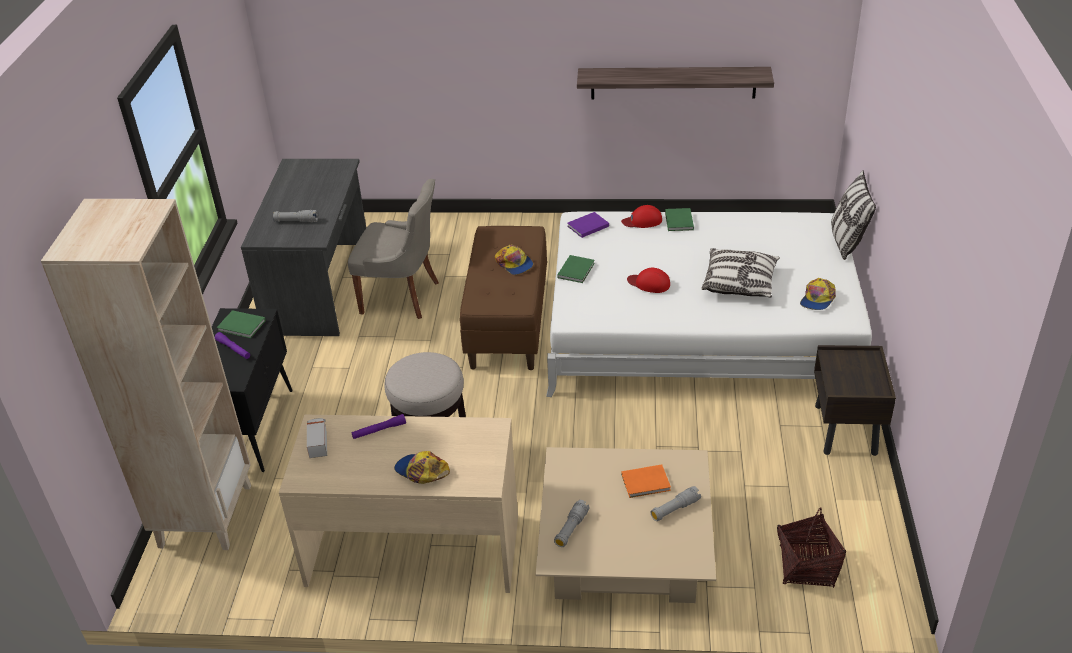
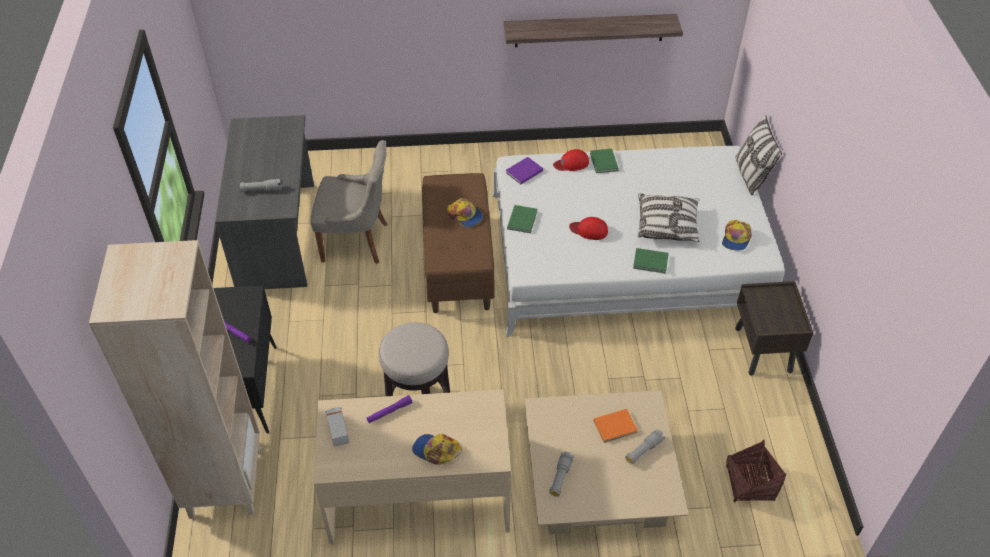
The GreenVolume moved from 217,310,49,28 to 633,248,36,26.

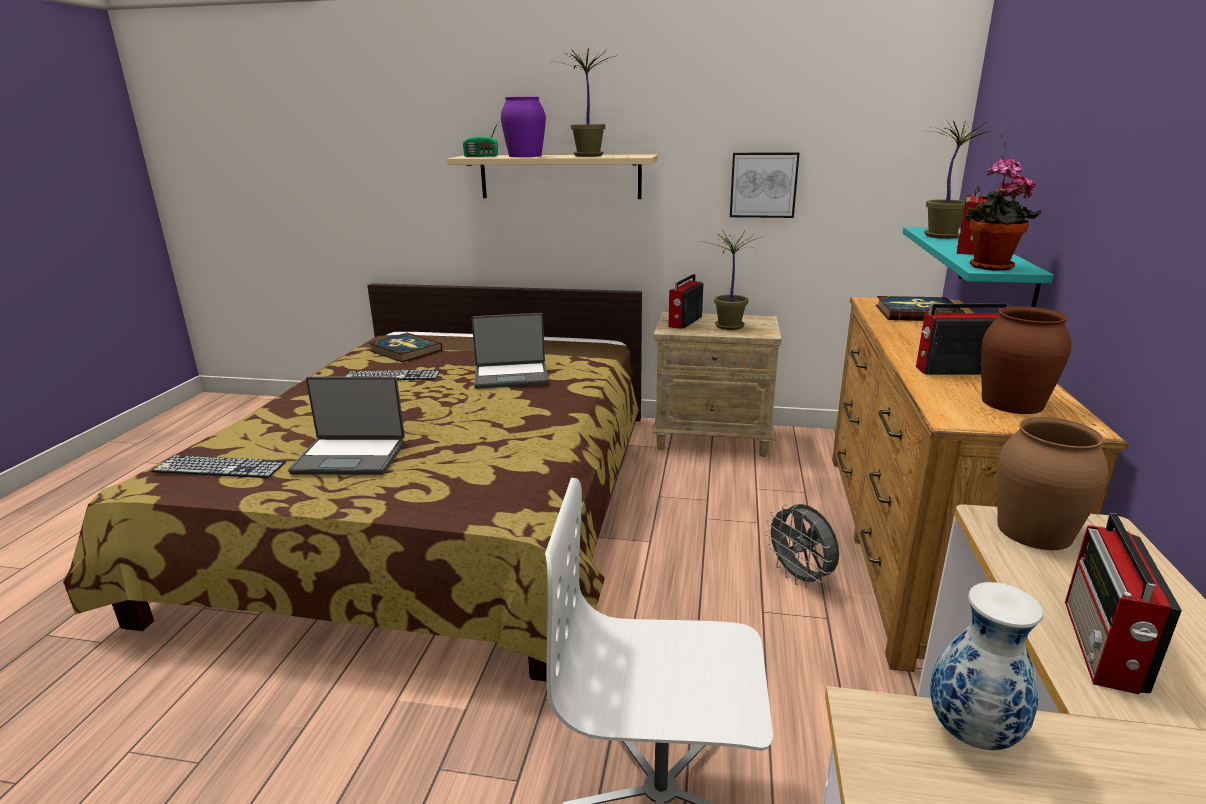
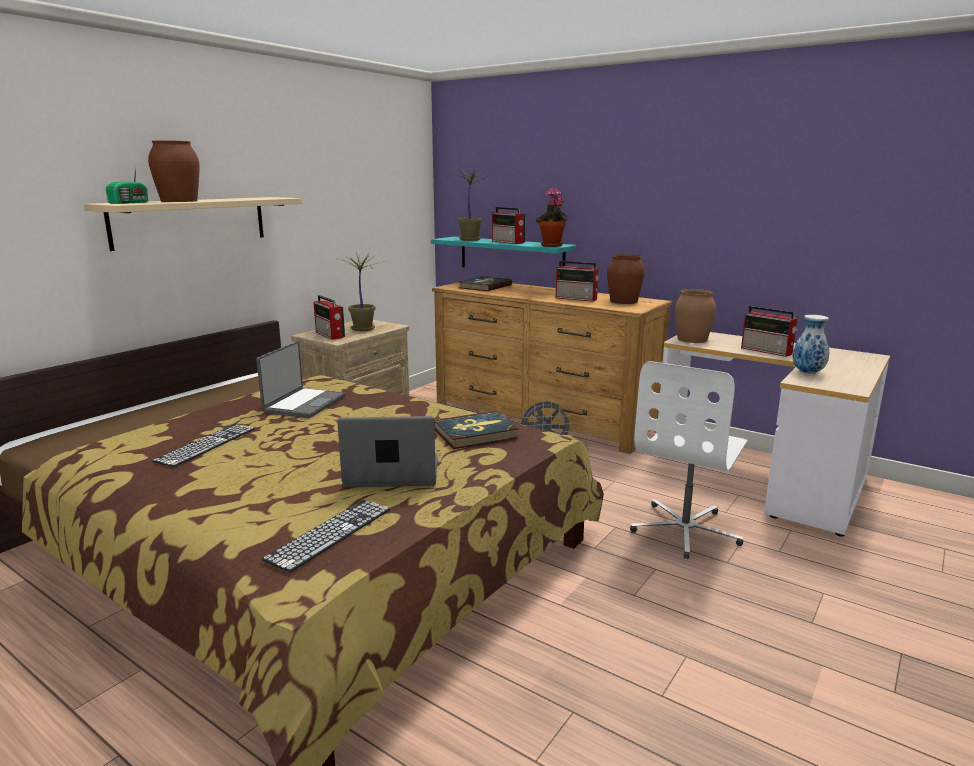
The PlantInAPot at 560,48,57,109 disappeared.
The Picture at 730,152,70,66 disappeared.
The Volume moved from 368,333,75,30 to 434,411,85,38.
The PurplishVase at 501,97,45,60 became the BrownVase at 148,140,52,62.
The NotebookComputer at 288,376,117,99 turned 120 degrees counterclockwise.
The RadioSet at 916,303,93,72 turned 90 degrees counterclockwise.

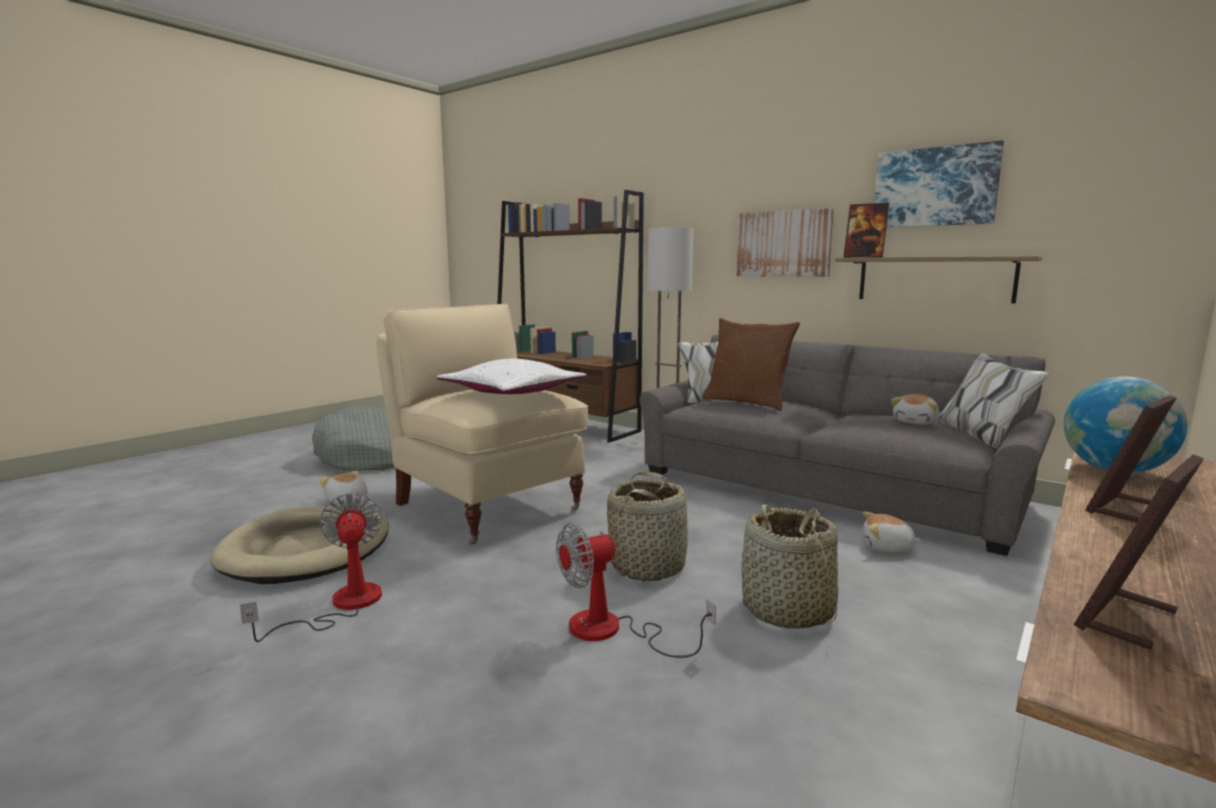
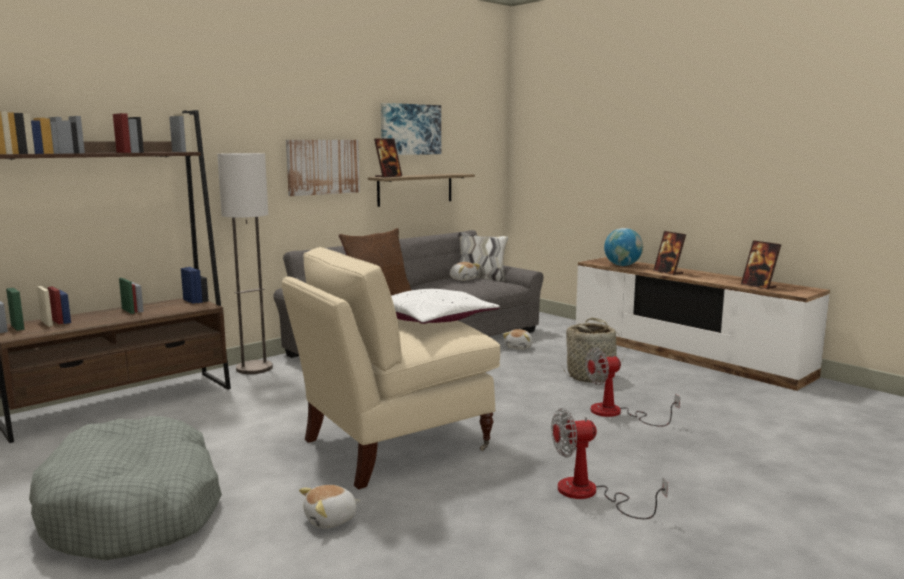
The BeigeDogBed at 210,507,179,77 disappeared.
The Basket at 607,471,82,110 disappeared.
The Fan at 556,523,160,135 turned 90 degrees clockwise.

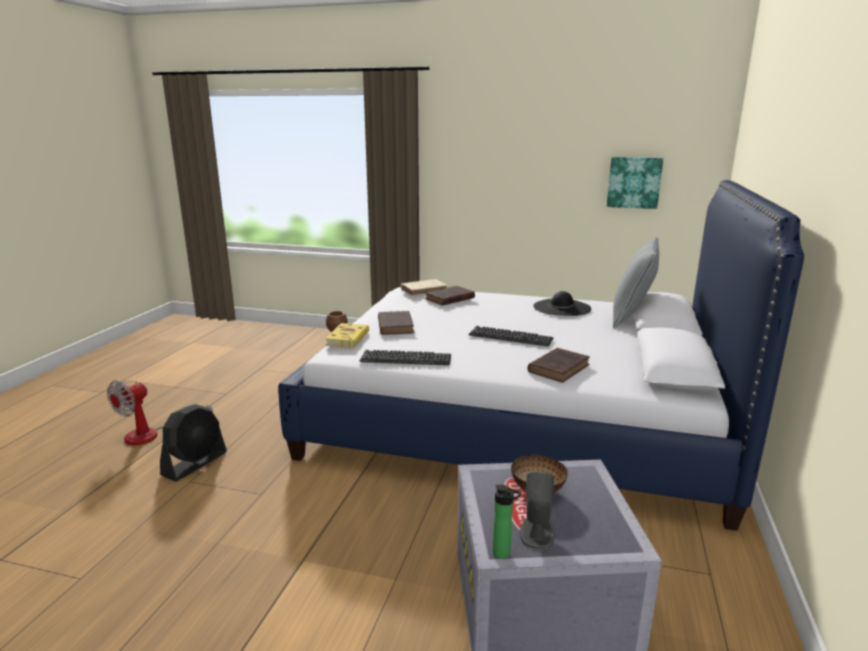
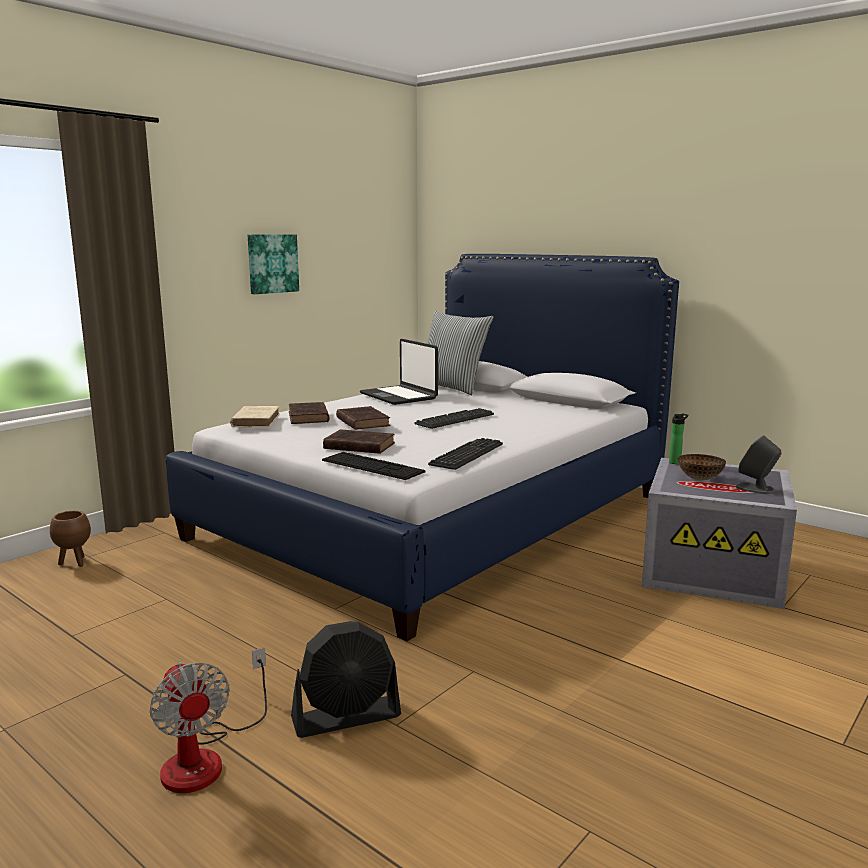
The Bottle moved from 493,485,29,74 to 669,413,19,51.
The BrownVolume moved from 528,348,62,35 to 336,406,54,24.
The Picture moved from 607,157,56,52 to 248,234,51,60.
The YellowVolume at 325,323,44,25 was replaced by the Keyboard at 322,452,103,28.
The BlackColouredWearableHat at 533,291,58,25 was replaced by the NotebookComputer at 360,339,78,66.
The BlackColouredFan at 160,404,67,78 turned 105 degrees clockwise.

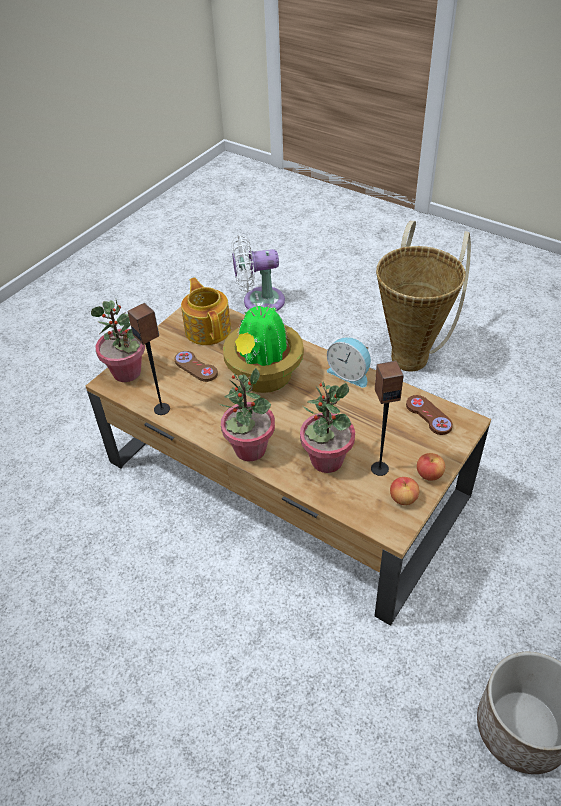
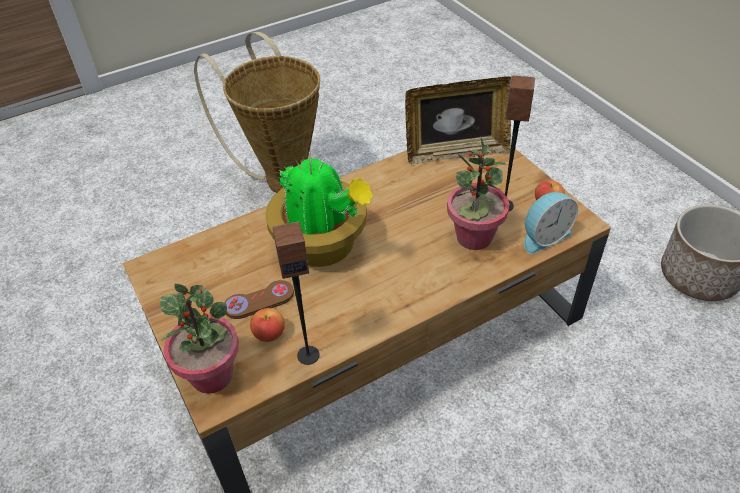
The PotForTea at 181,277,50,68 disappeared.
The PlantInAPot at 219,368,56,93 disappeared.
The WhitishFan at 231,234,54,77 disappeared.
The AlarmClock moved from 327,337,44,51 to 524,192,54,62.
The Apple moved from 417,453,28,28 to 250,308,35,34.
The BrownGamepad at 406,395,47,40 was replaced by the PictureFrame at 405,76,106,88.

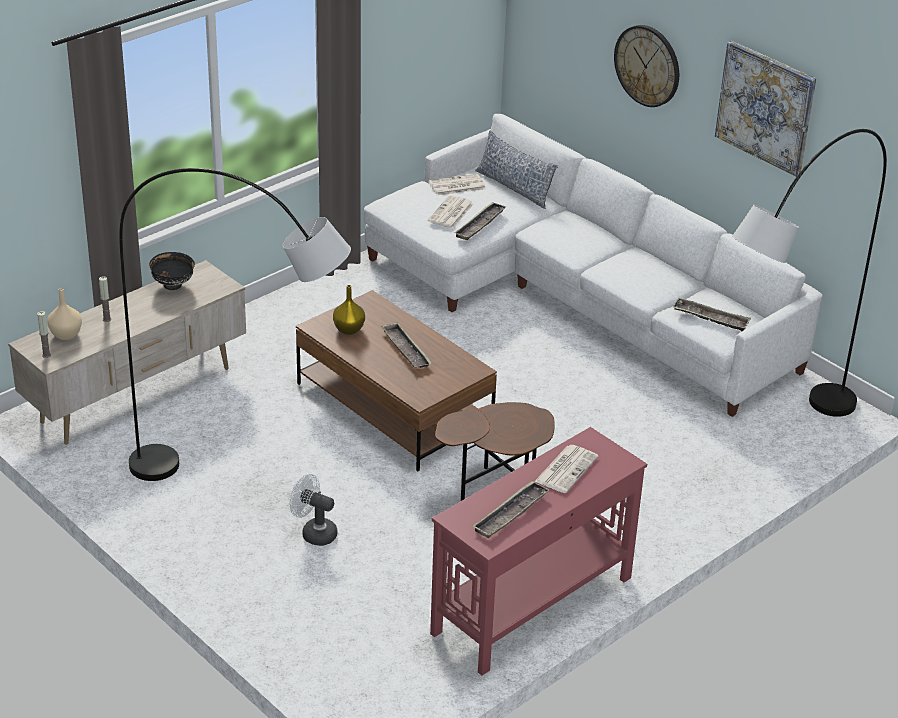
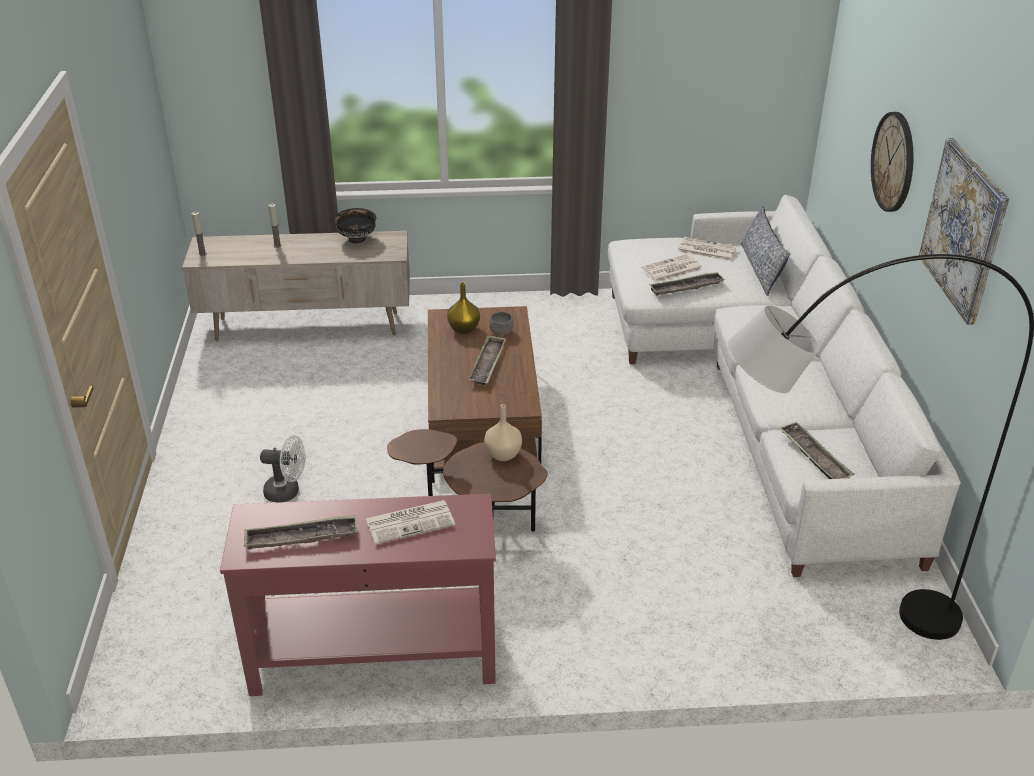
The GreyStandardLamp at 119,168,232,313 disappeared.
The GreyServingBowl at 489,312,25,23 appeared.
The BeigeVase moved from 47,288,35,52 to 484,404,38,57.
The WhitishFan at 290,474,47,72 turned 120 degrees clockwise.

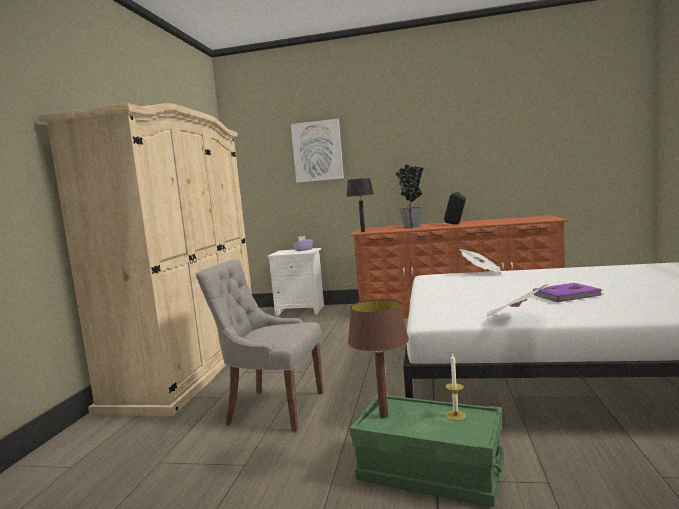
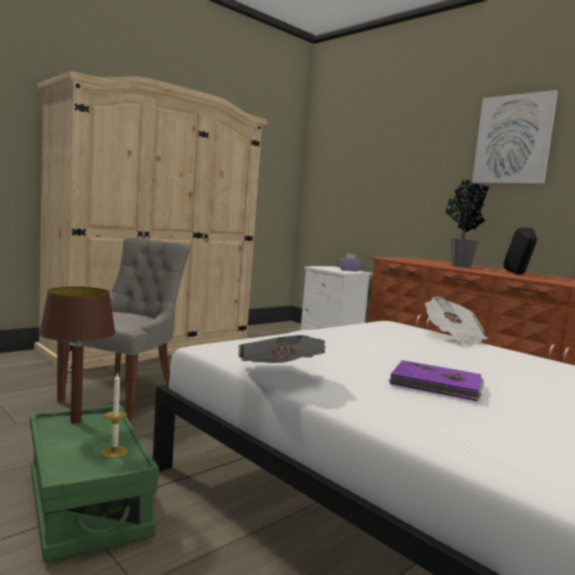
The BlackColouredTableLamp at 346,178,28,54 disappeared.
The Picture moved from 291,119,53,64 to 472,90,86,94.
The GreyChair at 196,259,127,173 turned 60 degrees clockwise.

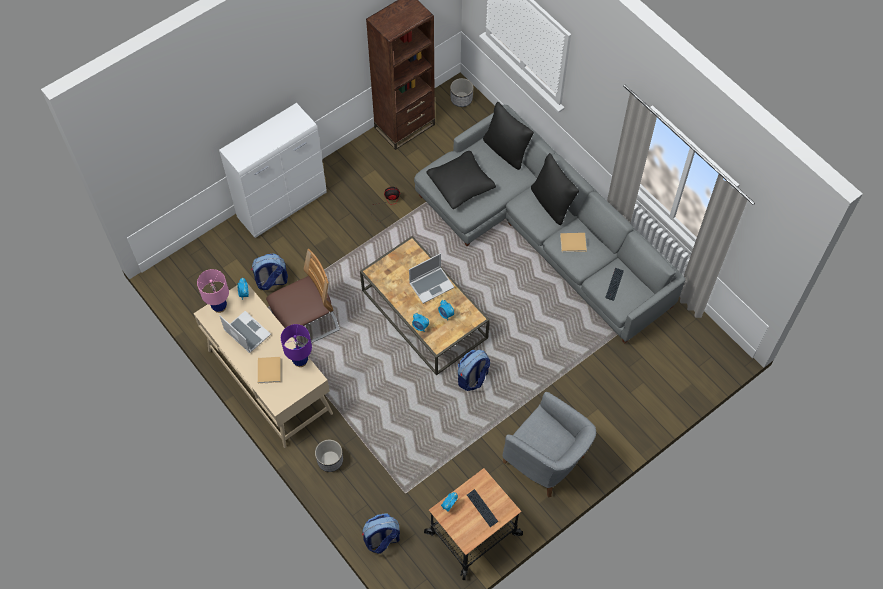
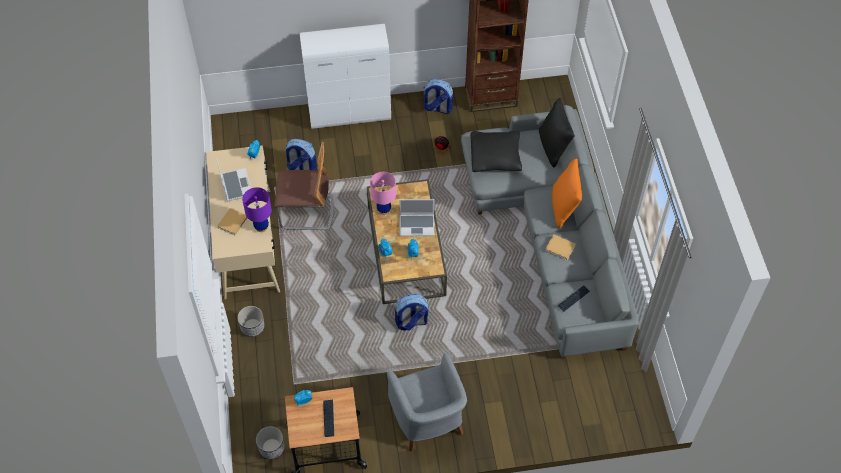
The PinkColouredTableLamp moved from 197,269,32,44 to 370,172,26,43.
The Knapsack moved from 362,513,38,40 to 423,79,30,35.
The Planter moved from 450,78,23,29 to 256,426,29,33.
The BlackColouredPillow at 531,153,48,72 became the OrangeColouredPillow at 552,158,30,70.

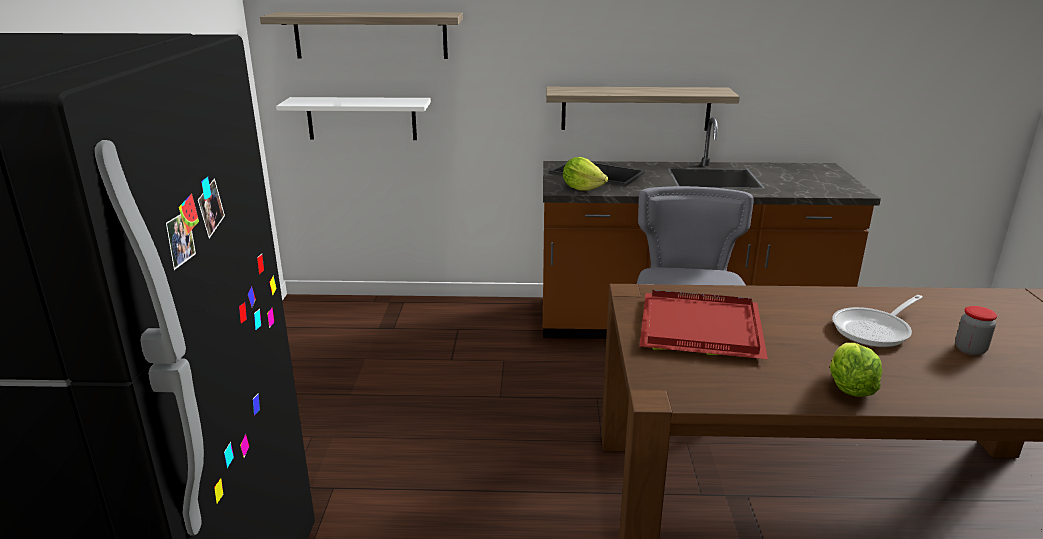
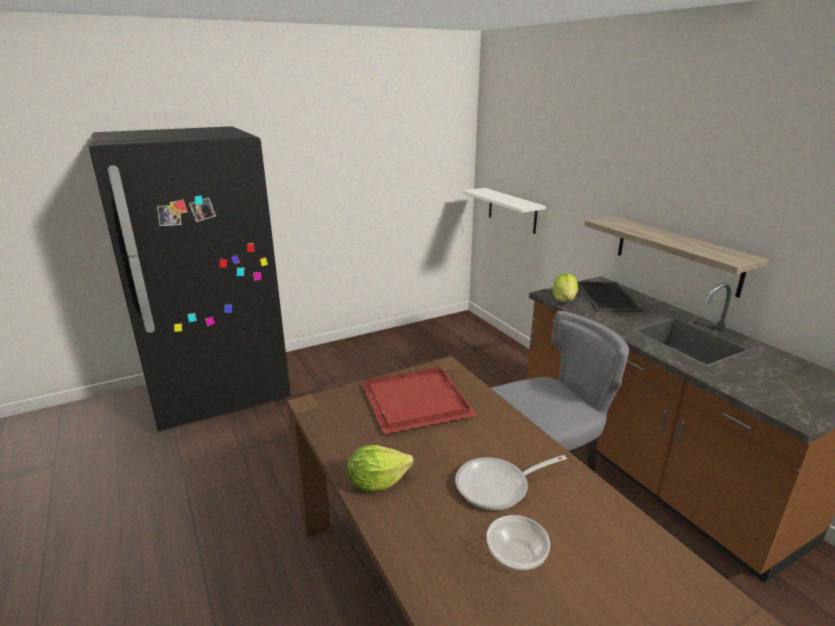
The Shelf at 260,12,203,47 disappeared.
The StorageJar at 955,306,42,49 was replaced by the ServingBowl at 487,515,63,56.
The Skillet at 832,295,91,52 turned 45 degrees counterclockwise.

